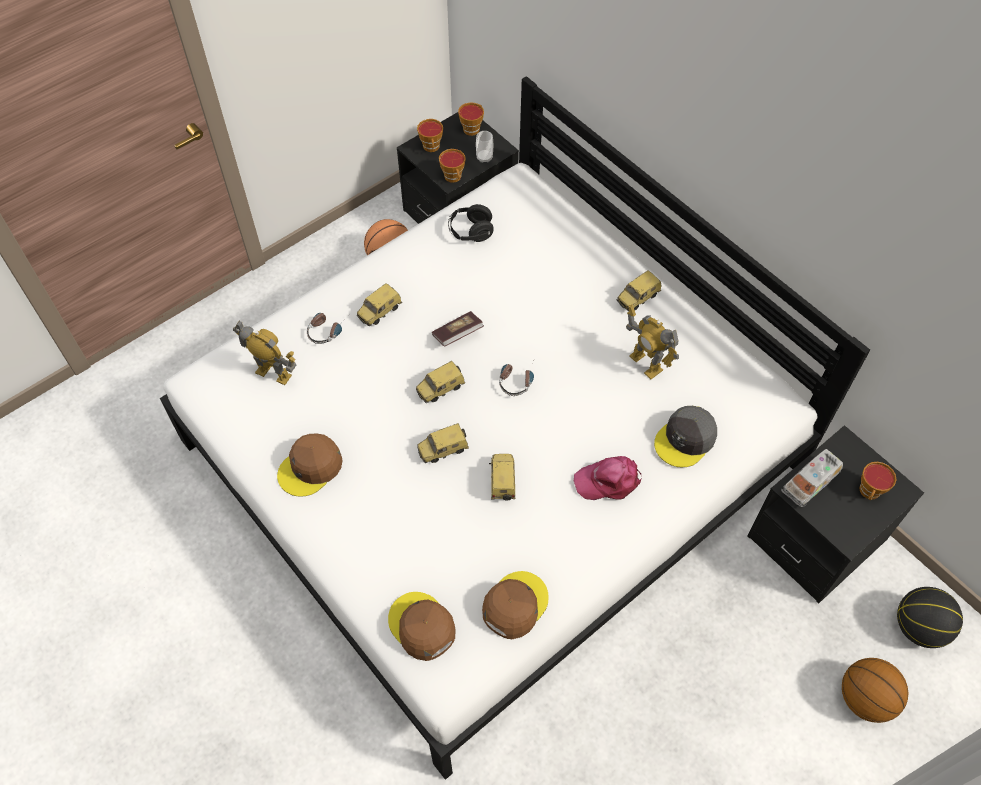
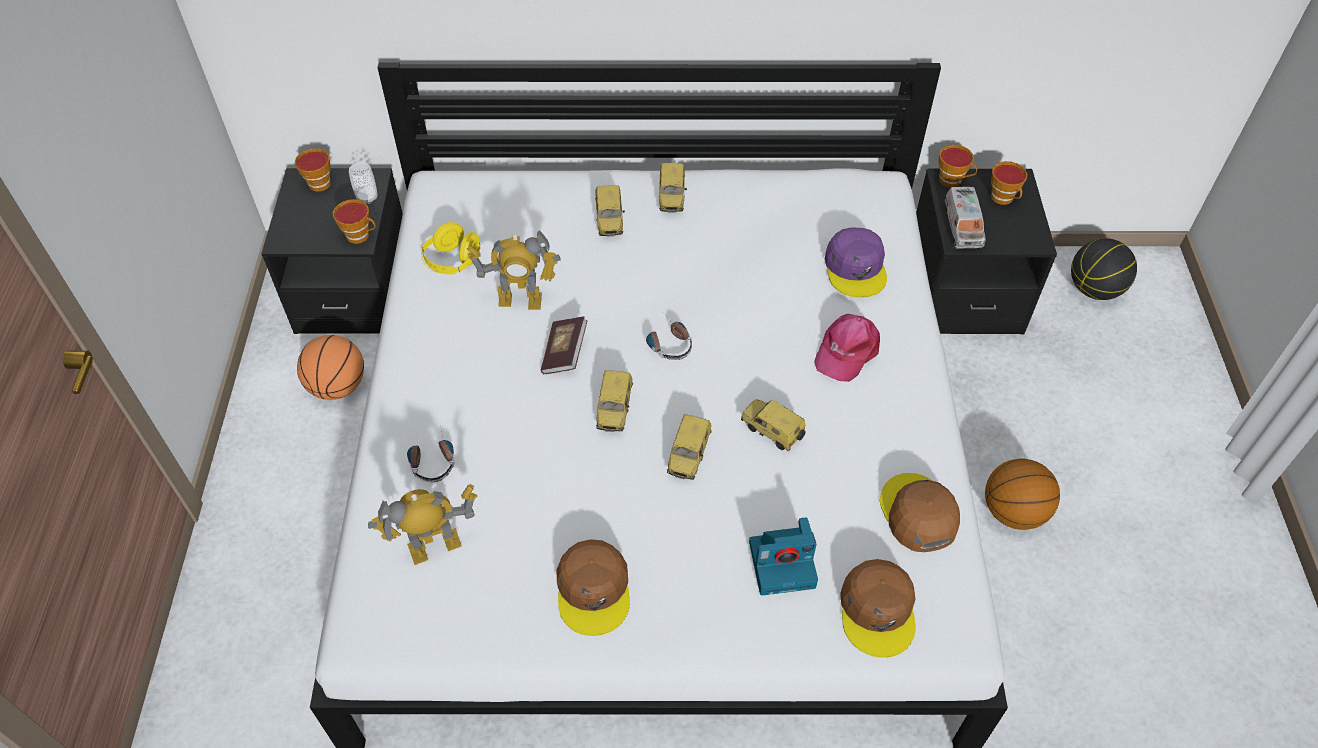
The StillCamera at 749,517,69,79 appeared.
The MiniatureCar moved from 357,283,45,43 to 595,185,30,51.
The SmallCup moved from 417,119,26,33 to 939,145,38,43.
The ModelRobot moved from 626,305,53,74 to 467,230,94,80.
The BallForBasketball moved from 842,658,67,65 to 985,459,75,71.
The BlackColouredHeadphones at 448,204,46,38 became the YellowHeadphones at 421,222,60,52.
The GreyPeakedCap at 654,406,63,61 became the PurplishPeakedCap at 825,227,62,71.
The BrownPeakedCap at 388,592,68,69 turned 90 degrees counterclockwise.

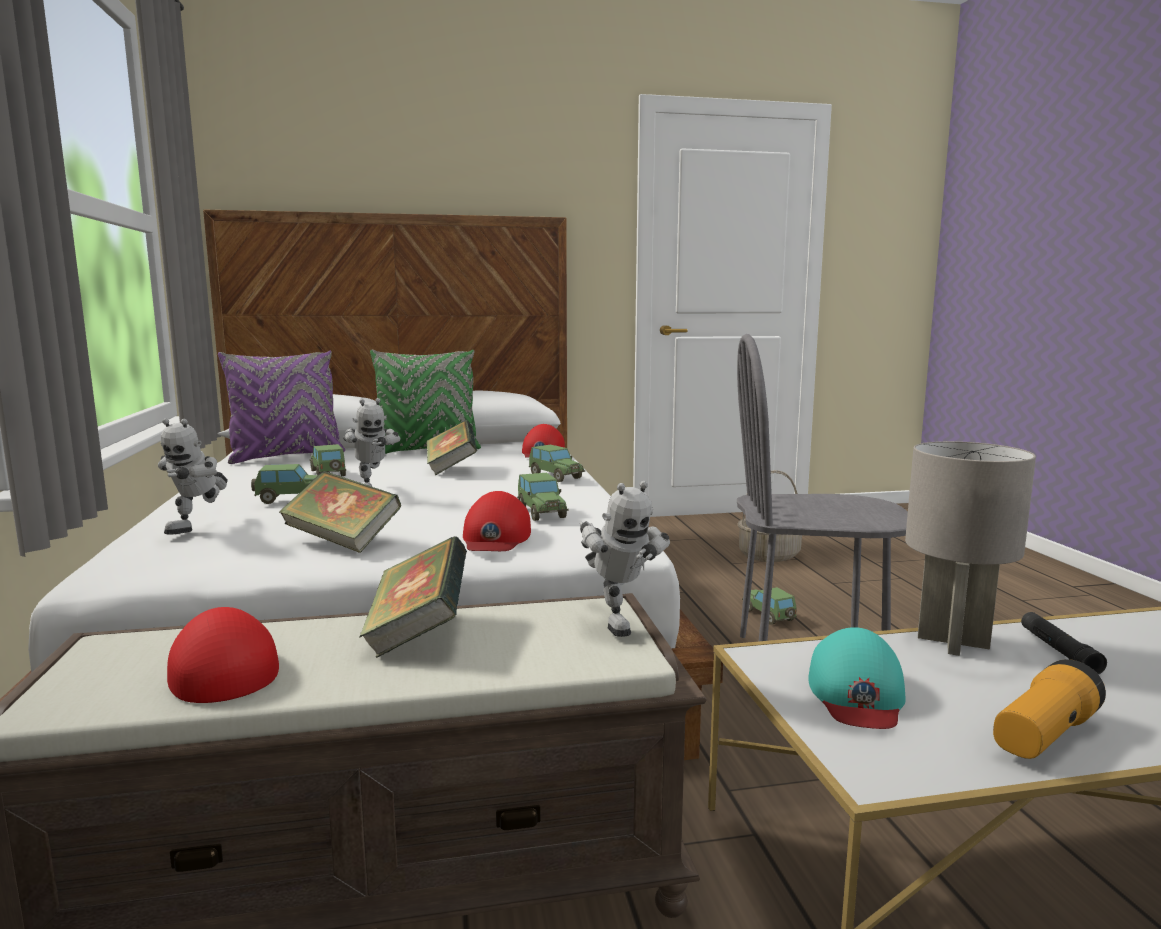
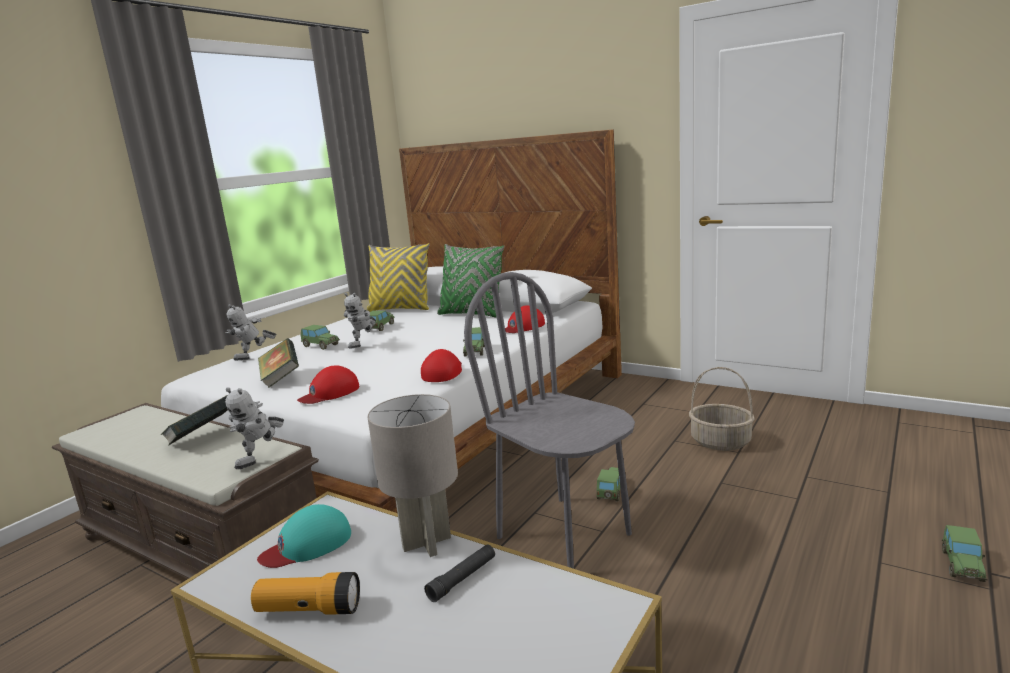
The Volume at 426,420,51,55 disappeared.
The RedColouredPeakedCap moved from 167,607,112,96 to 421,349,41,33.
The MiniatureCar moved from 517,473,52,48 to 942,525,46,57.
The PurplishPillow at 218,351,127,113 became the YellowPillow at 366,243,64,69.

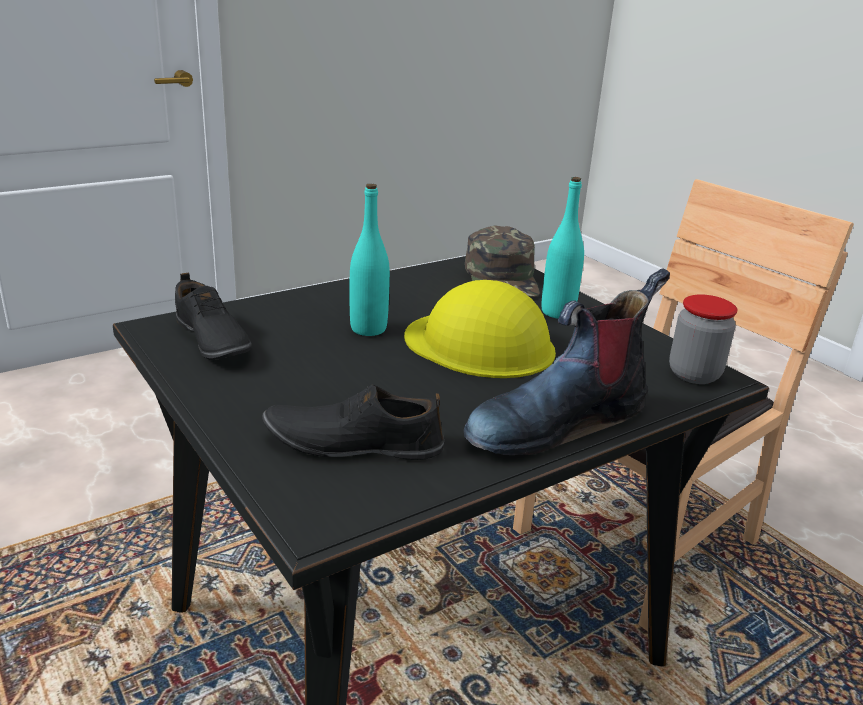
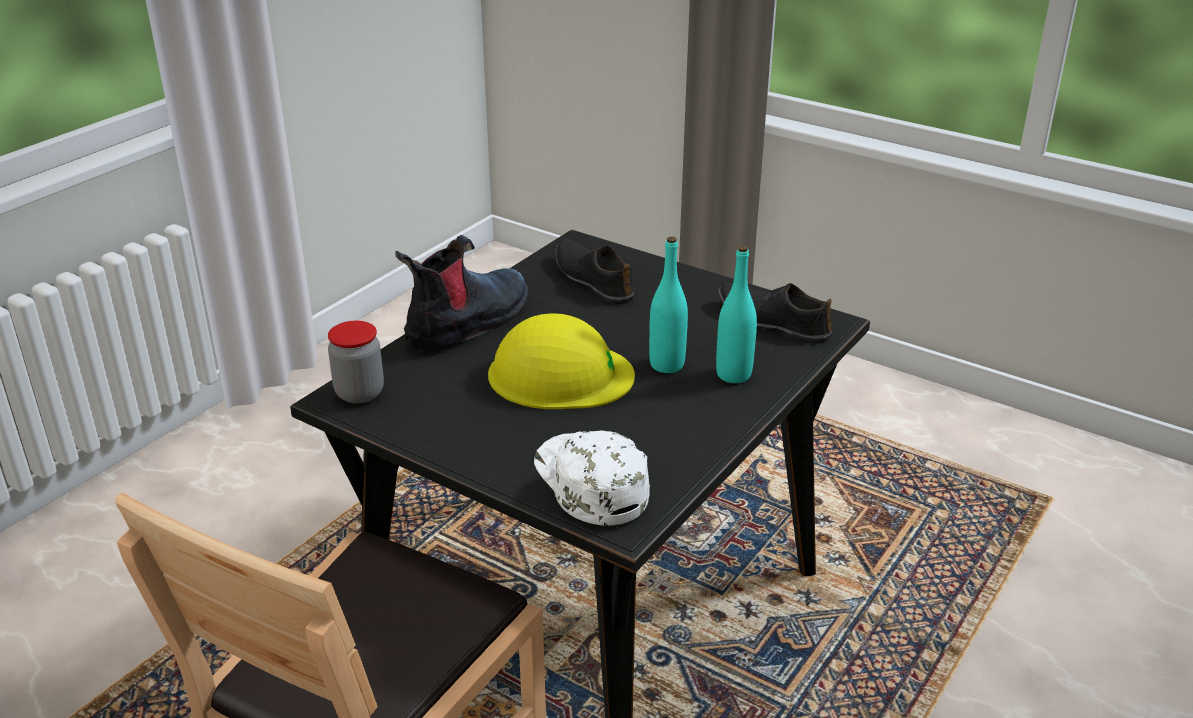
The TurquoiseBottle moved from 542,177,42,141 to 716,245,41,138.
The GreenPeakedCap at 465,225,75,72 became the WhitishPeakedCap at 534,431,116,95.
The BlackColouredShoe at 262,385,182,75 turned 105 degrees counterclockwise.

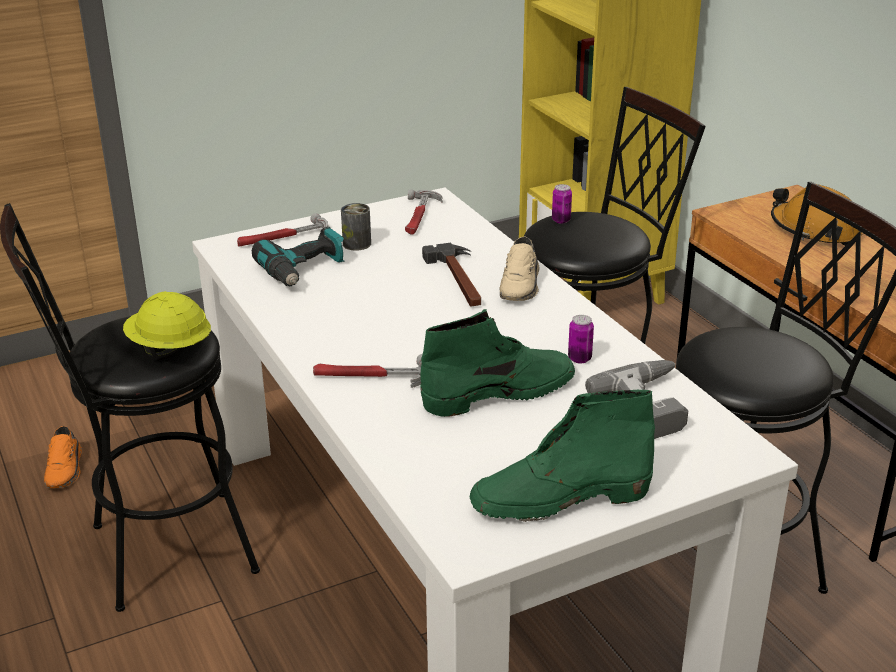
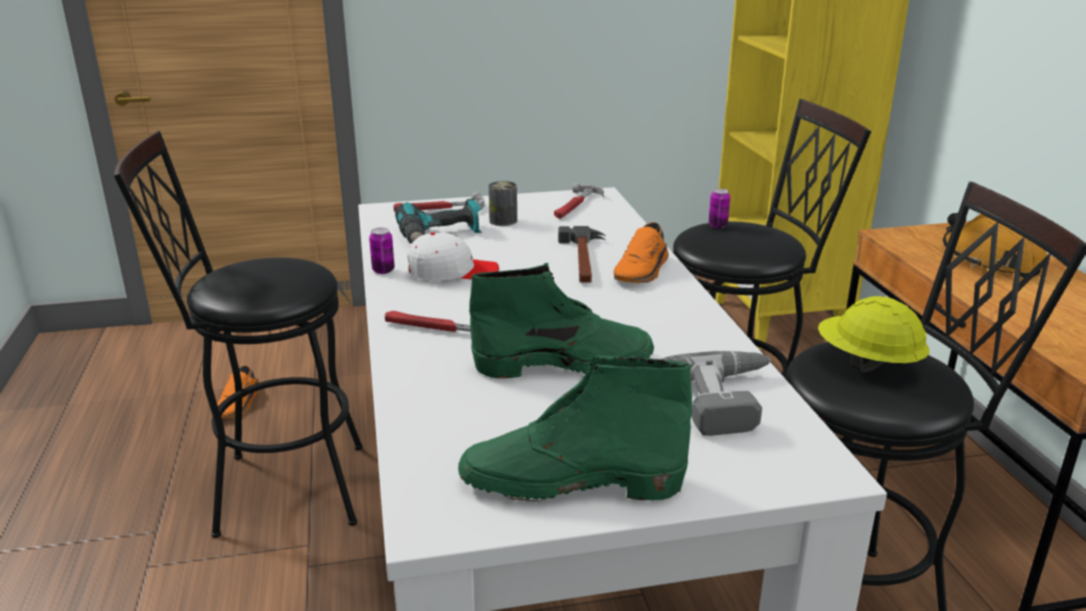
The WhitishPeakedCap at 407,233,92,48 appeared.
The YellowWorkHelmet moved from 123,291,88,67 to 818,296,111,77.
The Can moved from 568,315,26,48 to 369,228,26,46.
The BeigeShoe at 499,237,41,64 became the OrangeColouredShoe at 613,222,56,61.

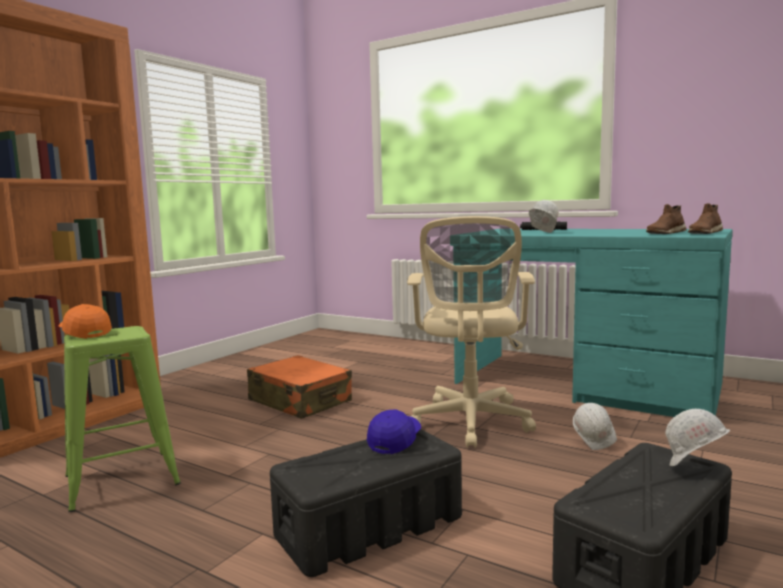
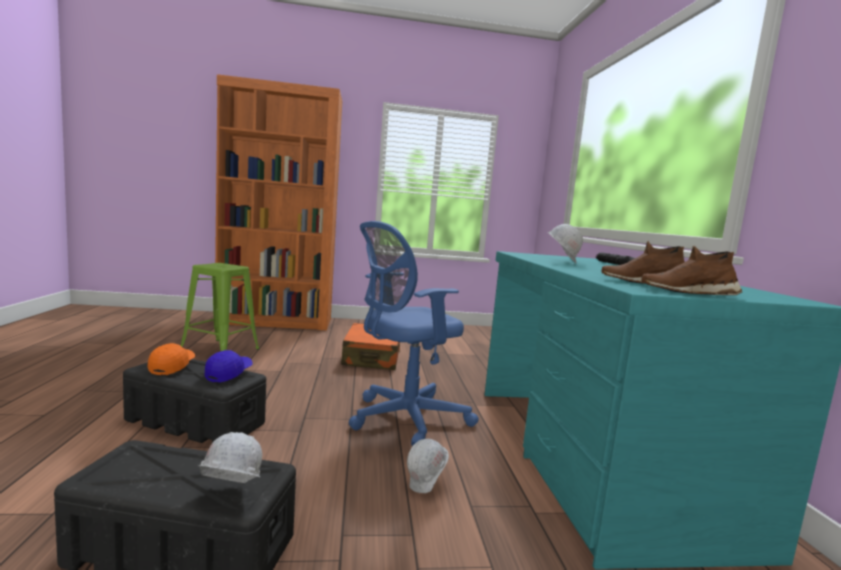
The OrangeColouredPeakedCap moved from 59,304,53,35 to 147,343,48,32.
The BeigeOfficeChair at 407,216,129,232 became the BlueOfficeChair at 349,221,130,225.
The BluePeakedCap at 367,409,54,45 turned 60 degrees counterclockwise.

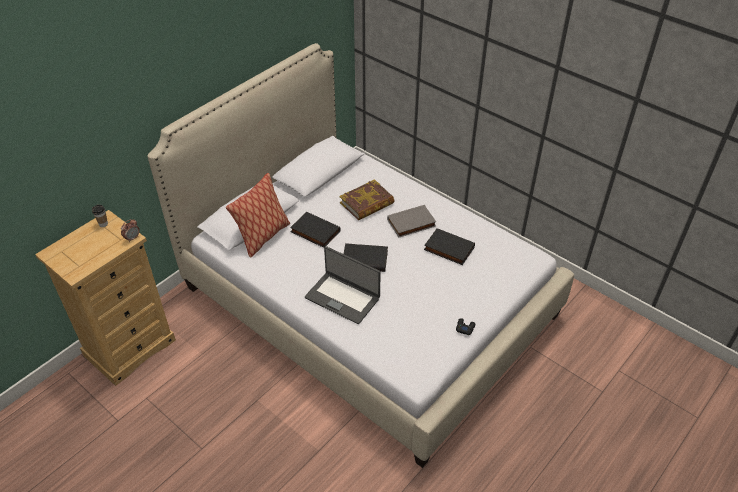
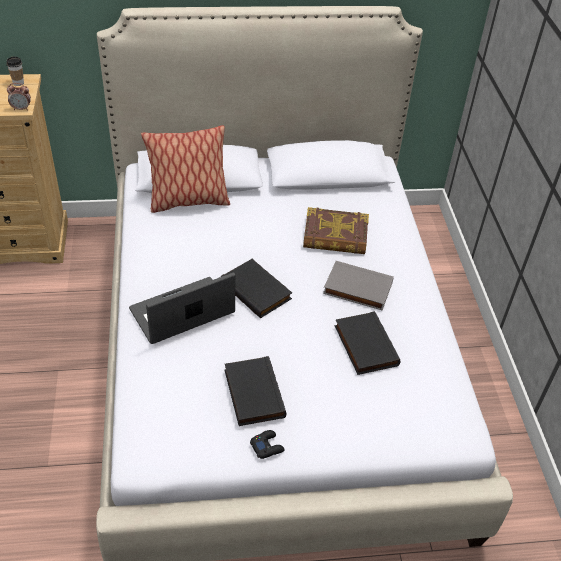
The BlackColouredVolume moved from 290,212,51,36 to 224,356,63,70.
The NotebookComputer at 305,246,76,78 turned 75 degrees clockwise.

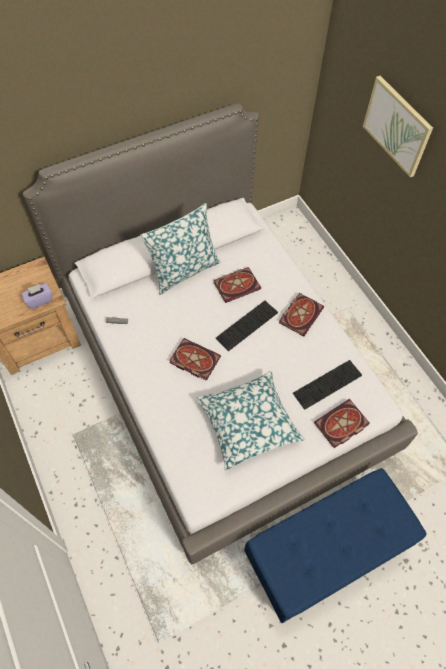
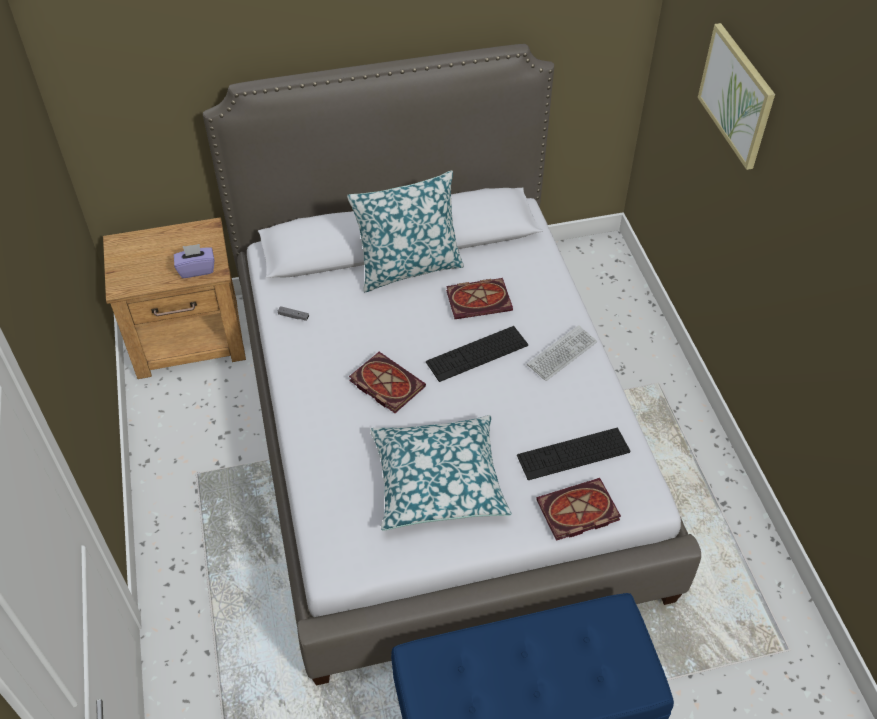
The Volume at 279,293,45,43 was replaced by the Keyboard at 527,325,70,56.

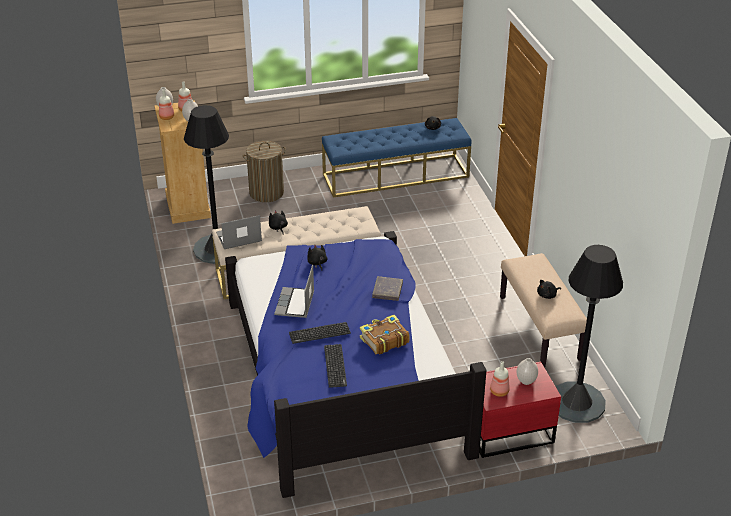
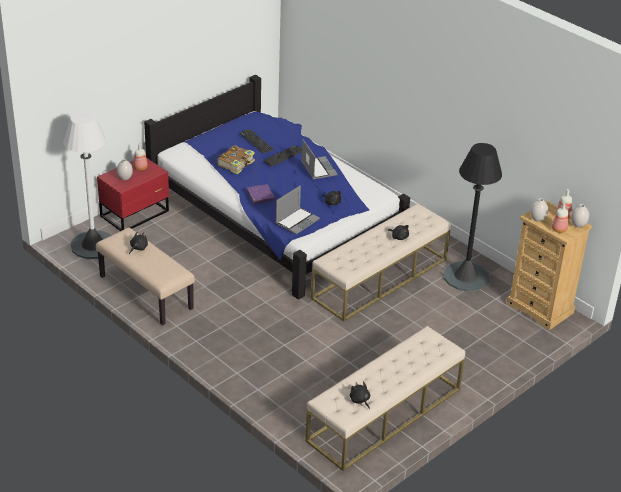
The WashingBasket at 242,141,44,61 disappeared.
The NotebookComputer moved from 216,215,46,34 to 276,185,44,49.
The BlueBench at 322,118,150,80 became the BeigeBench at 305,326,160,145.
The GreyVolume at 372,276,31,25 became the PurplishVolume at 247,184,28,20.
The BlackColouredStandardLamp at 555,245,68,178 became the WhitishStandardLamp at 63,112,49,147.

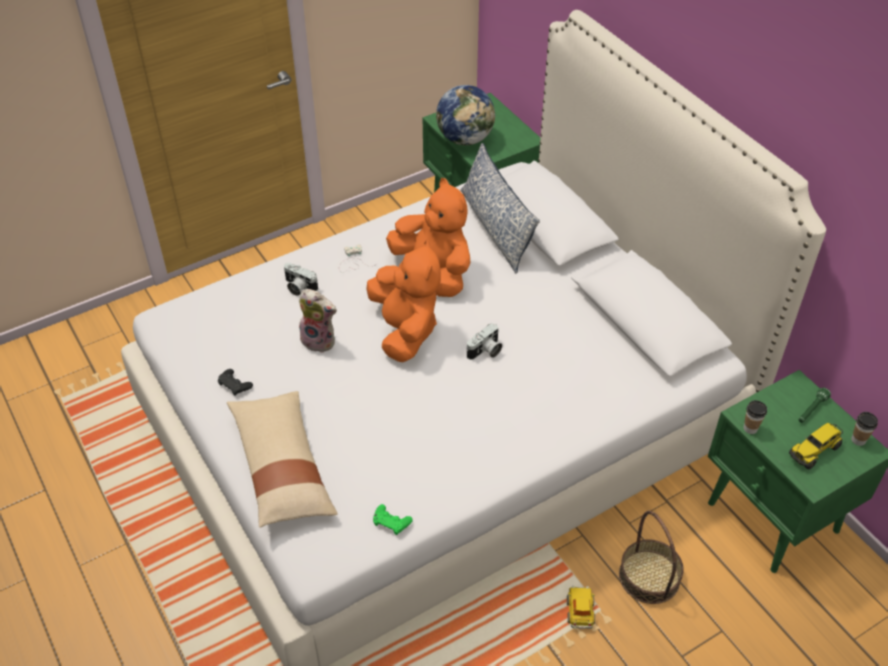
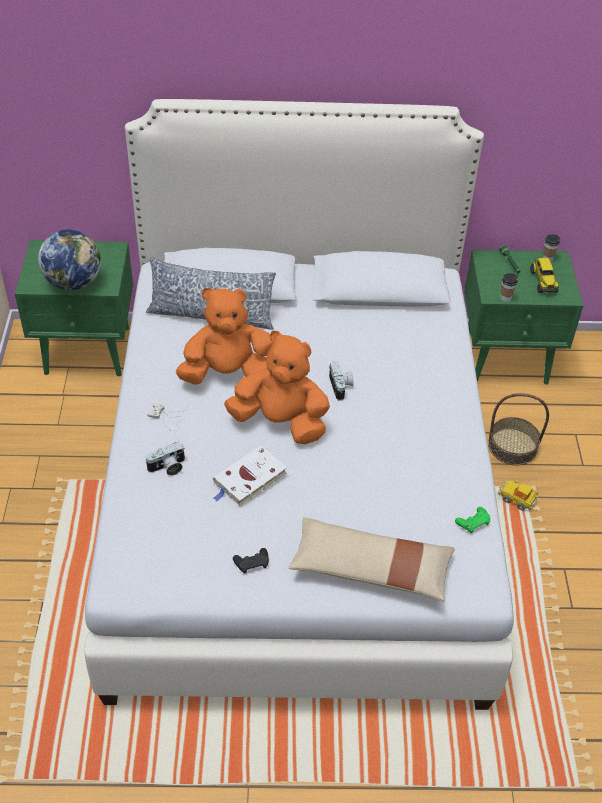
The SoftToy at 298,289,39,64 was replaced by the WhitishVolume at 213,445,74,62.

